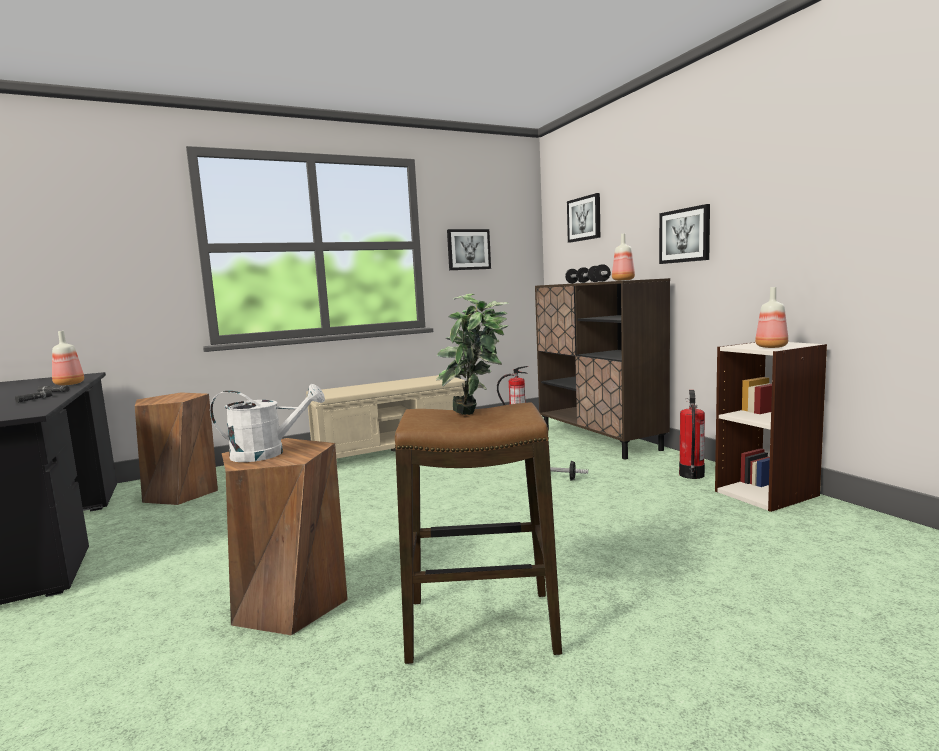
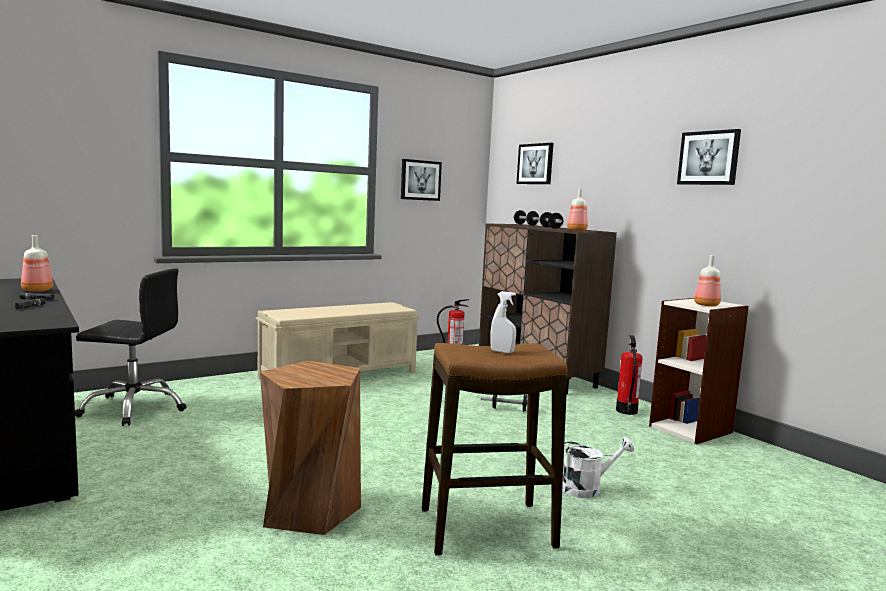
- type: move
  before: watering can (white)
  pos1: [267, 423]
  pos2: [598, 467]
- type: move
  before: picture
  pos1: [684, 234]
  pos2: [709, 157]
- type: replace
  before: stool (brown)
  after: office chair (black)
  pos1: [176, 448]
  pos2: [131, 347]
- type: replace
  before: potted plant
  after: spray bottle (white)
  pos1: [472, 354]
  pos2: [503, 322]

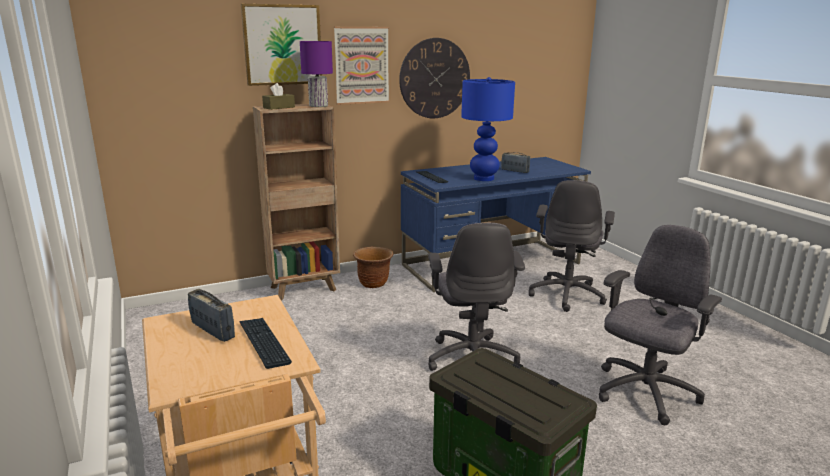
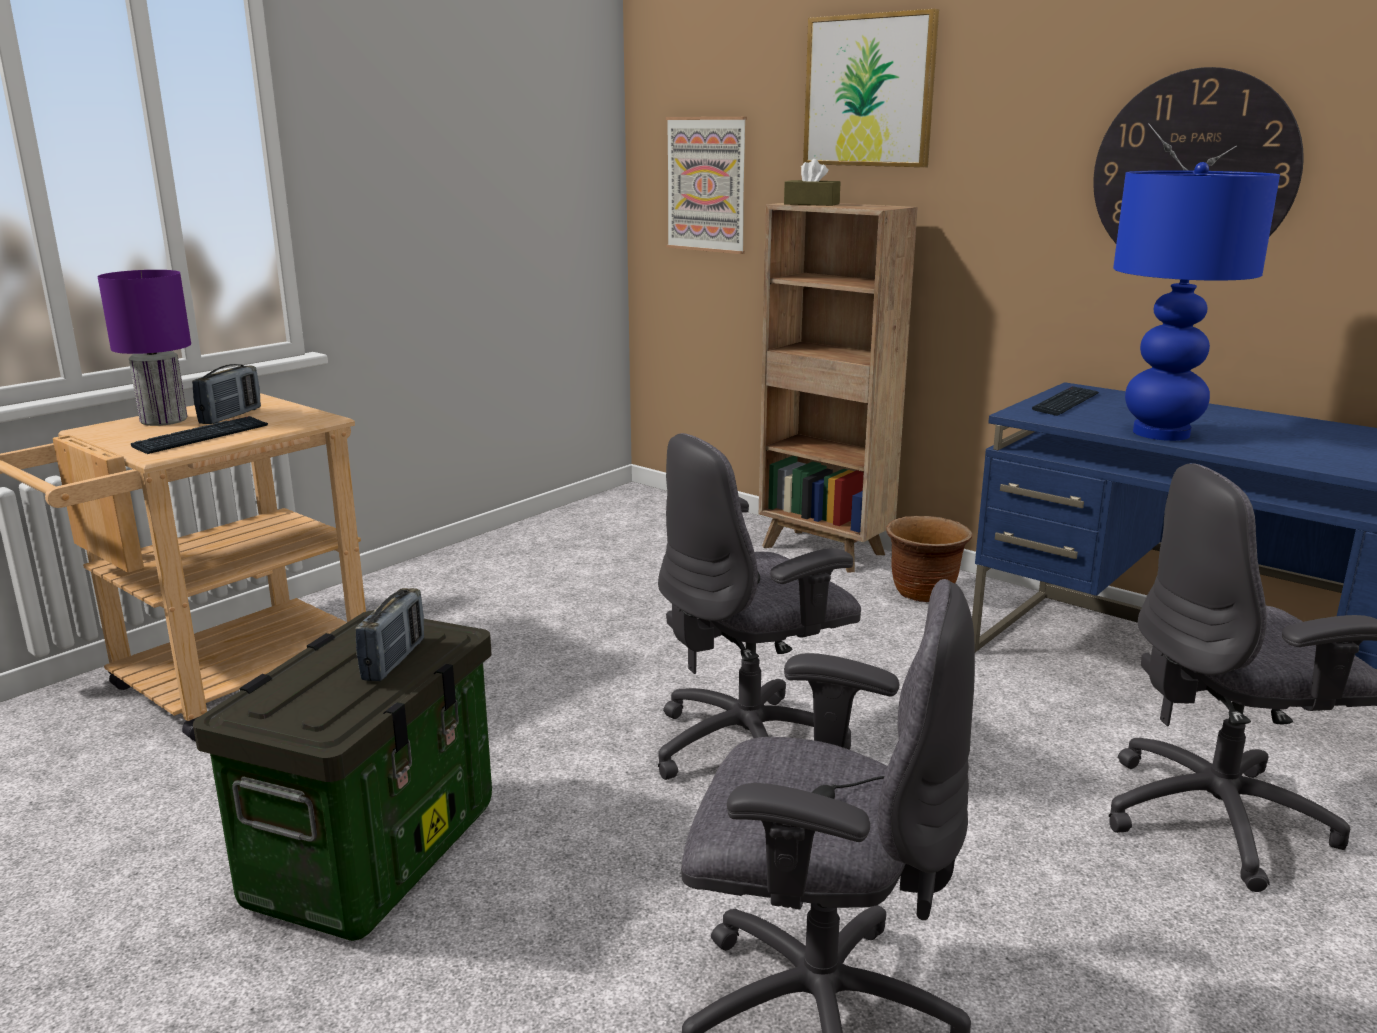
- type: move
  before: table lamp (purple)
  pos1: [316, 74]
  pos2: [144, 348]
- type: move
  before: picture
  pos1: [361, 66]
  pos2: [706, 185]
- type: move
  before: radio
  pos1: [516, 162]
  pos2: [389, 634]

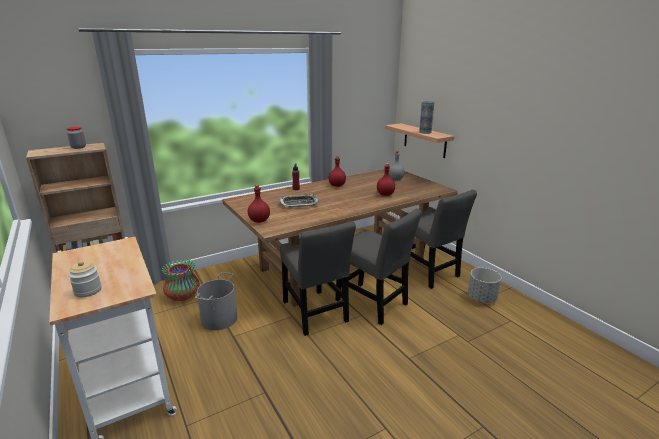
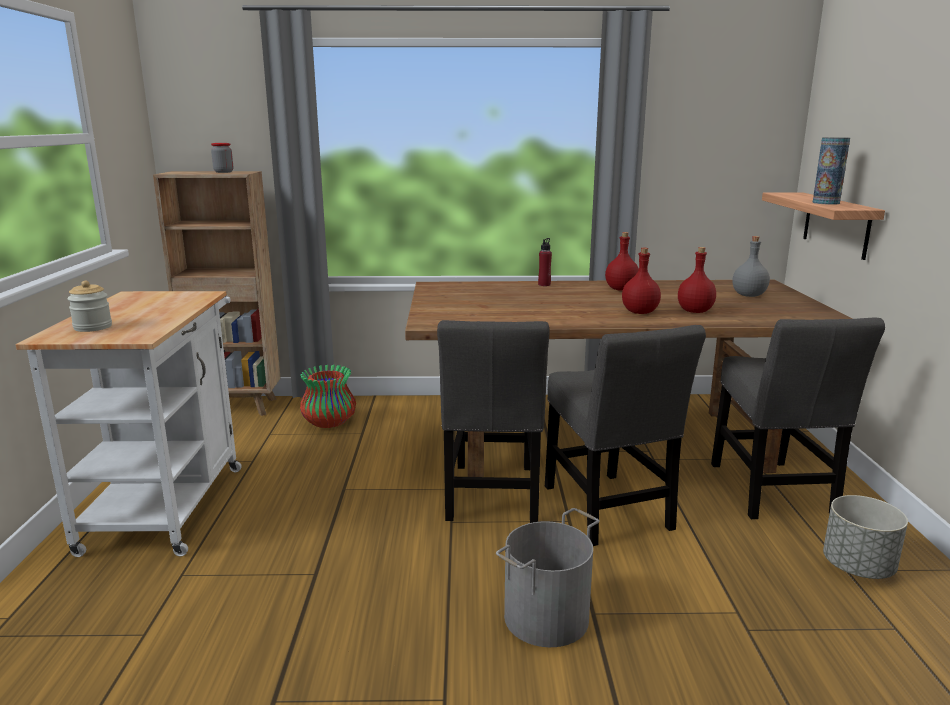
- type: delete
  before: tray
  pos1: [298, 200]
- type: move
  before: bucket (grey)
  pos1: [216, 301]
  pos2: [548, 577]
- type: move
  before: bottle (red)
  pos1: [259, 203]
  pos2: [641, 281]

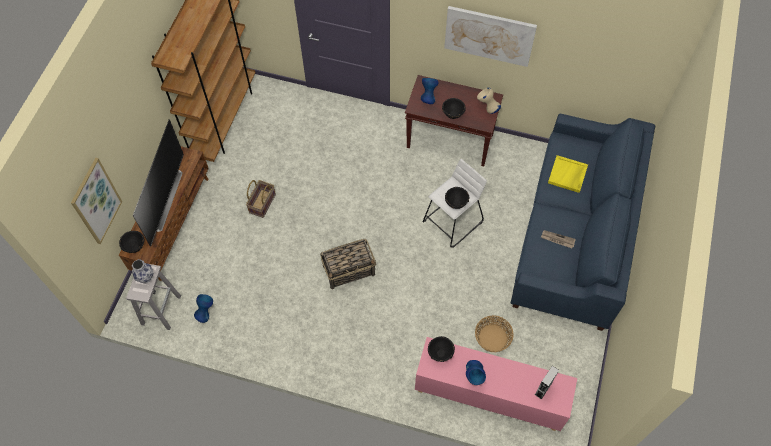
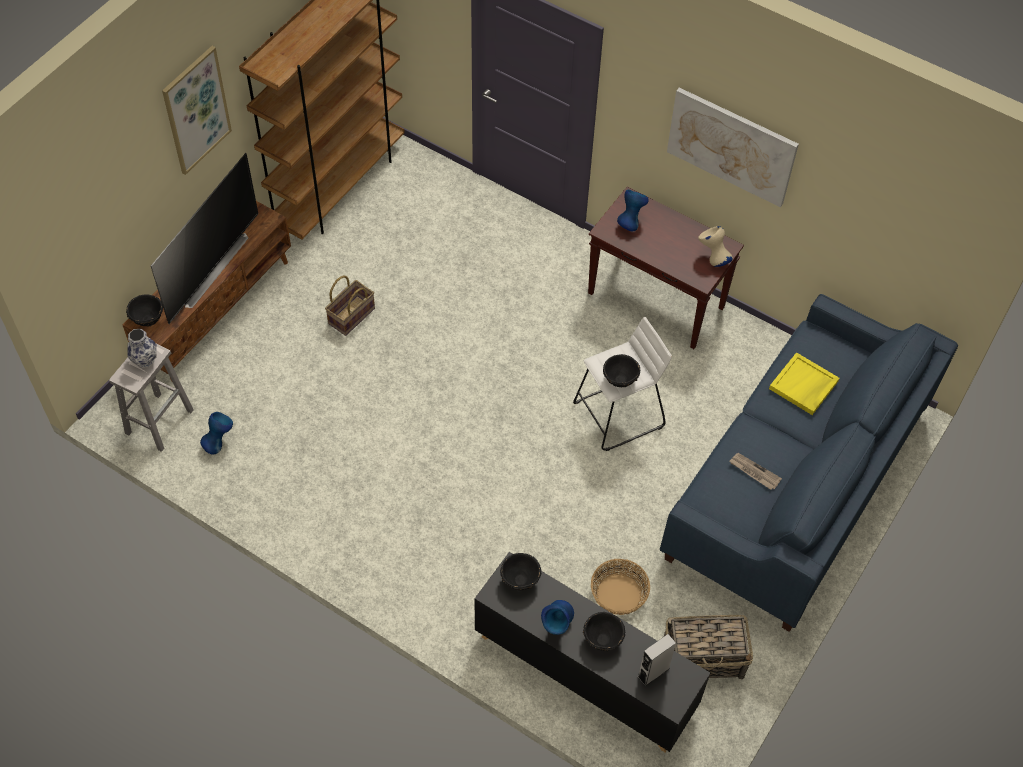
- type: move
  before: picture
  pos1: [96, 201]
  pos2: [197, 110]
- type: move
  before: basket
  pos1: [348, 264]
  pos2: [708, 647]
- type: move
  before: bowl (black)
  pos1: [454, 108]
  pos2: [604, 632]
- type: recolor
  before: cabinet (pink)
  after: cabinet (black)
  pos1: [496, 384]
  pos2: [592, 652]

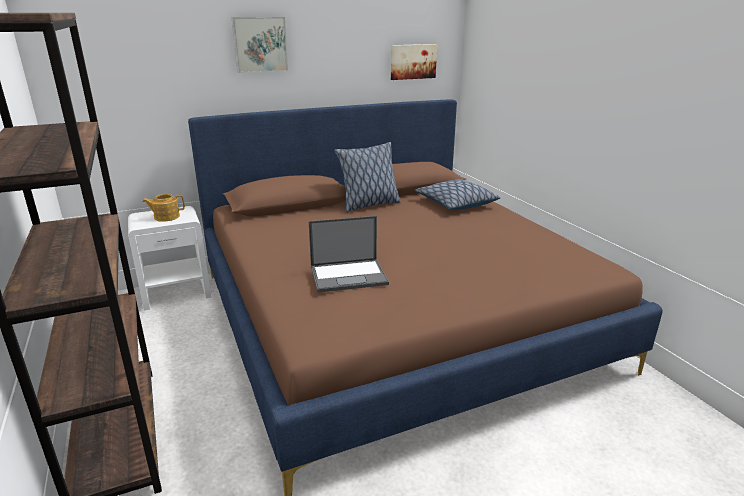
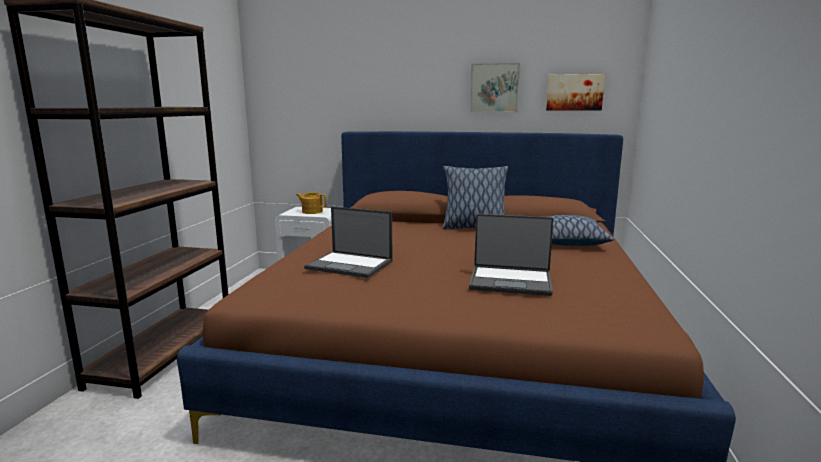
- type: insert
  after: laptop
  pos2: [511, 255]
- type: move
  before: picture
  pos1: [259, 45]
  pos2: [495, 88]

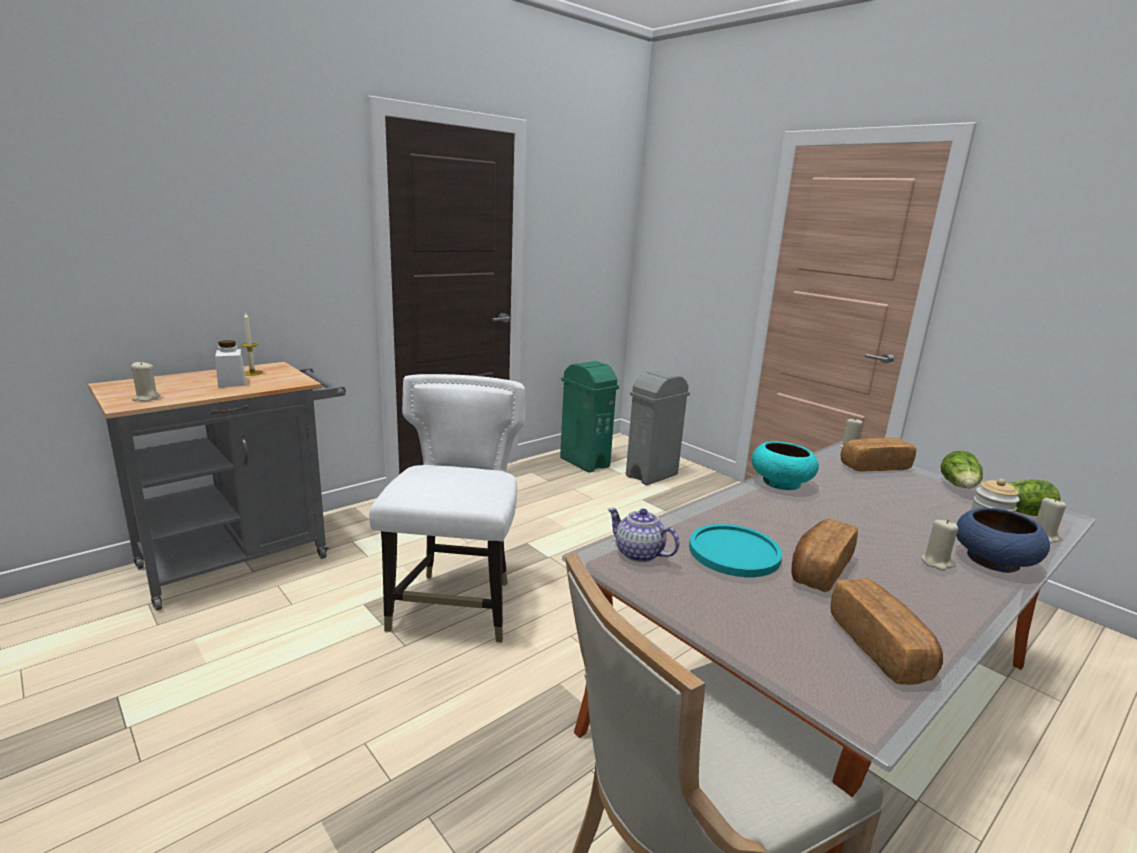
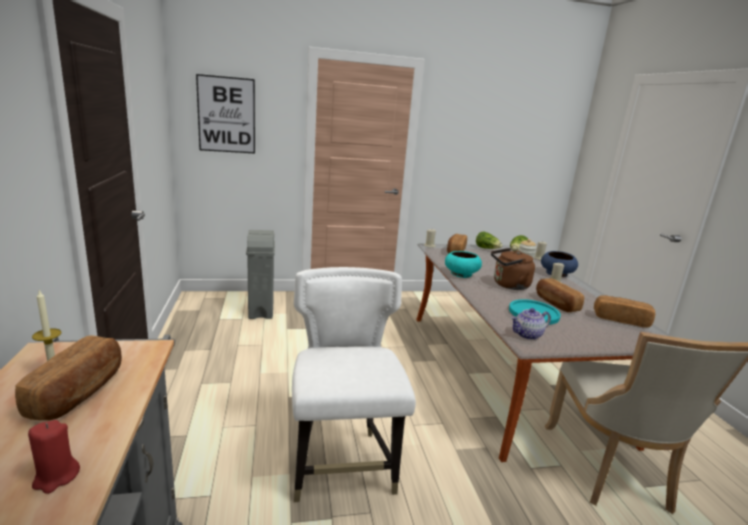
- type: delete
  before: trash can (green)
  pos1: [589, 417]
- type: insert
  after: picture
  pos2: [225, 114]
- type: insert
  after: kettle (brown)
  pos2: [513, 269]
- type: replace
  before: jar (white)
  after: bread
  pos1: [230, 363]
  pos2: [68, 378]
- type: recolor
  before: candle (beige)
  after: candle (red)
  pos1: [146, 381]
  pos2: [54, 457]
- type: rotate
  before: chair (white)
  pos1: [447, 508]
  pos2: [354, 384]
  turn: 45

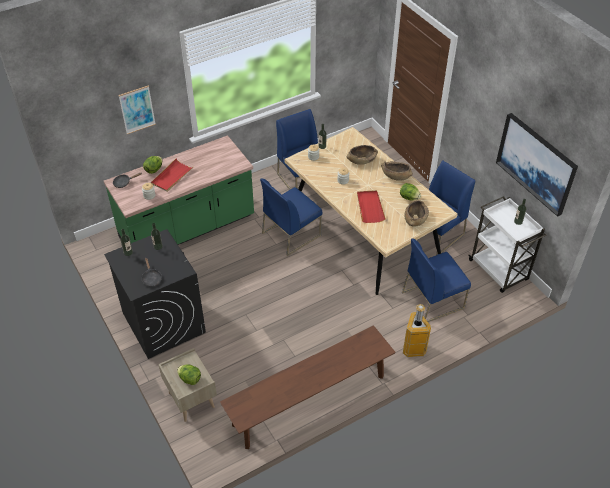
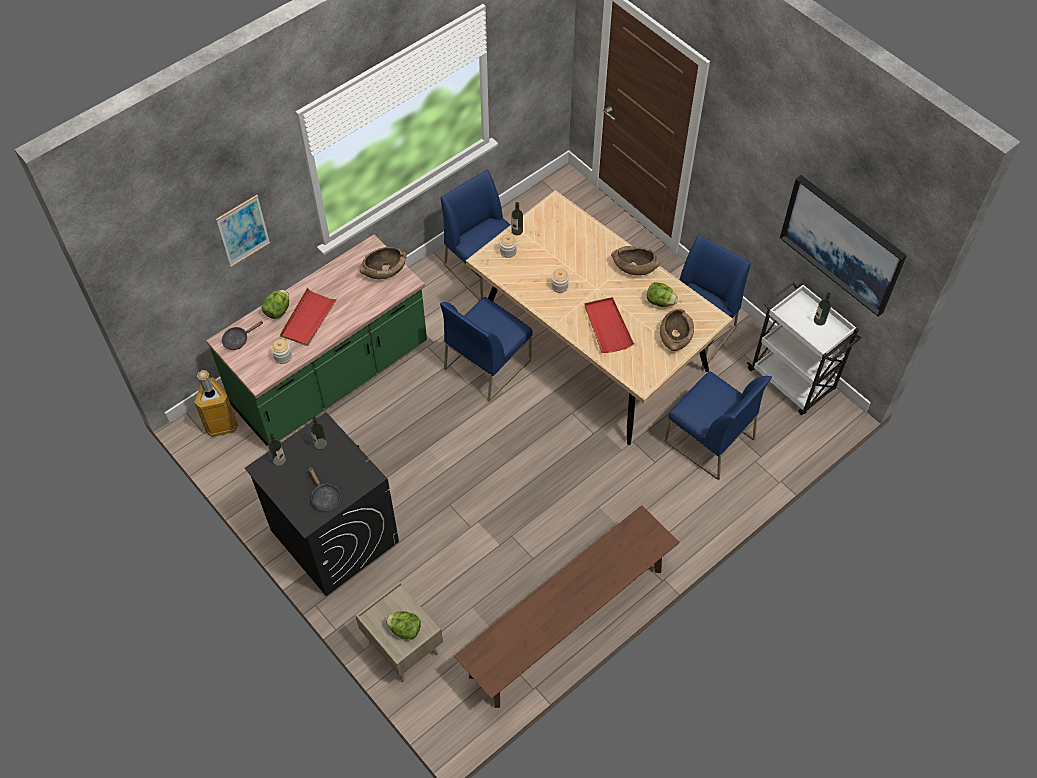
- type: move
  before: bowl (brown)
  pos1: [362, 155]
  pos2: [383, 263]
- type: move
  before: trash can
  pos1: [417, 330]
  pos2: [216, 403]
- type: rotate
  before: chair (blue)
  pos1: [436, 280]
  pos2: [718, 425]
  turn: -105

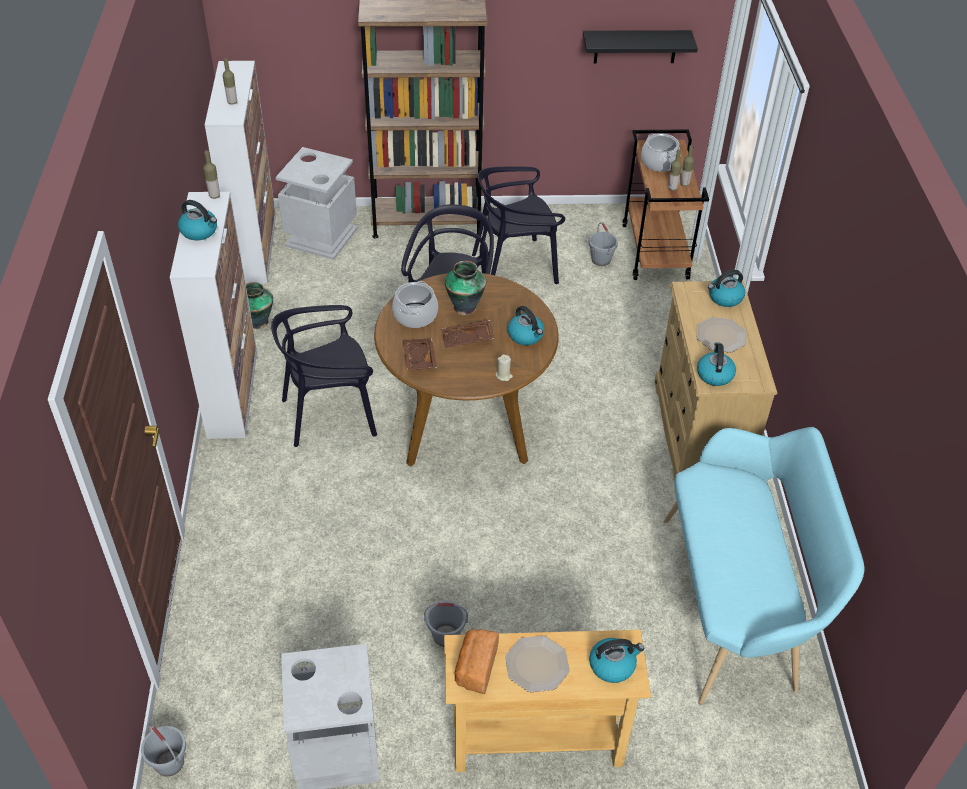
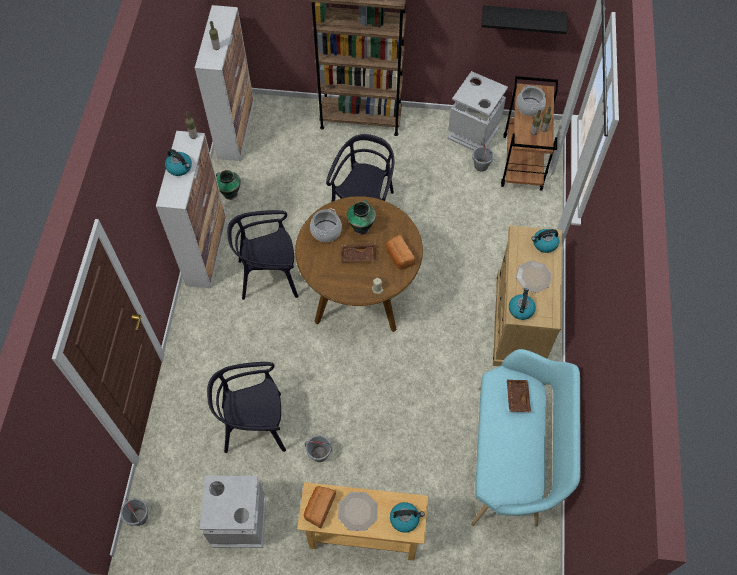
- type: move
  before: trash can (grey)
  pos1: [317, 203]
  pos2: [477, 111]
- type: move
  before: tray (brown)
  pos1: [420, 354]
  pos2: [519, 396]
- type: move
  before: chair (black)
  pos1: [518, 225]
  pos2: [246, 407]
- type: replace
  before: kettle
  after: bread
  pos1: [526, 325]
  pos2: [401, 252]

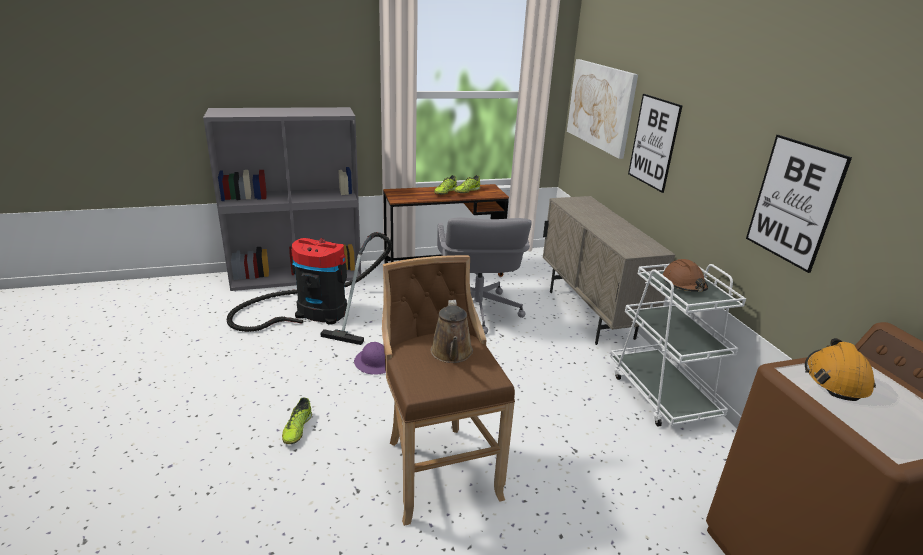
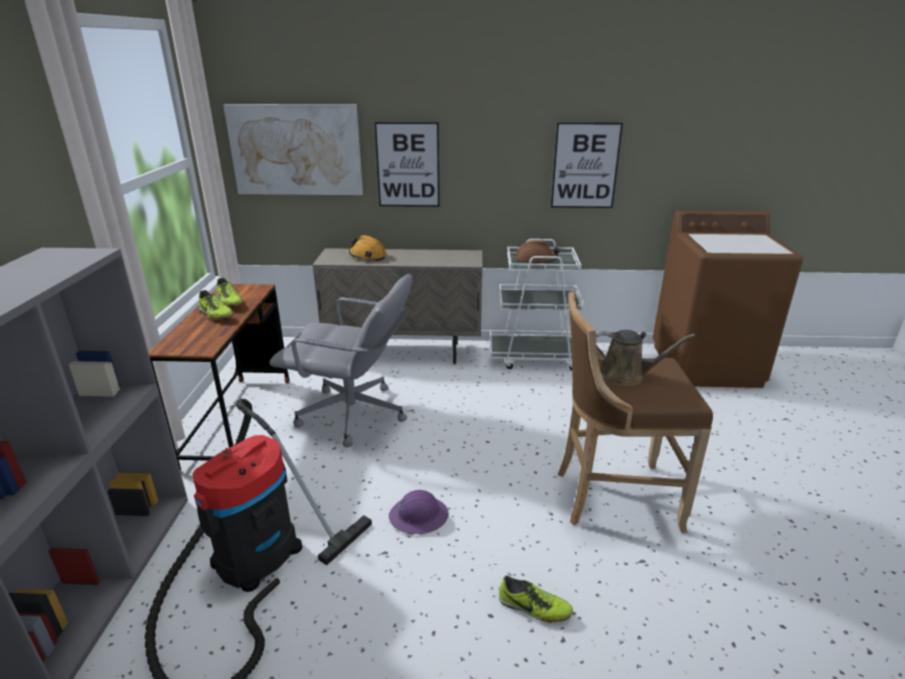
- type: move
  before: hard hat (orange)
  pos1: [840, 369]
  pos2: [367, 248]

